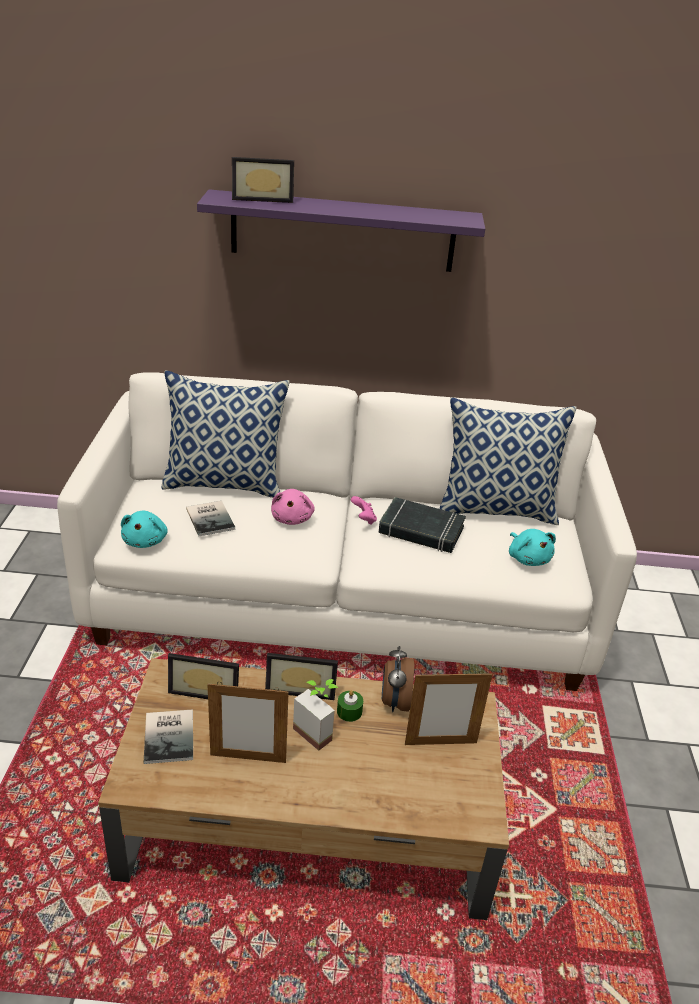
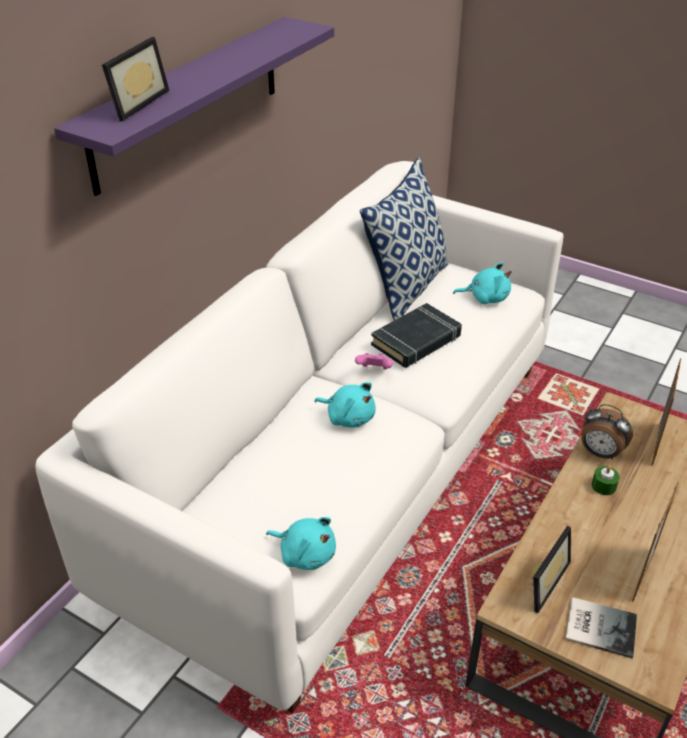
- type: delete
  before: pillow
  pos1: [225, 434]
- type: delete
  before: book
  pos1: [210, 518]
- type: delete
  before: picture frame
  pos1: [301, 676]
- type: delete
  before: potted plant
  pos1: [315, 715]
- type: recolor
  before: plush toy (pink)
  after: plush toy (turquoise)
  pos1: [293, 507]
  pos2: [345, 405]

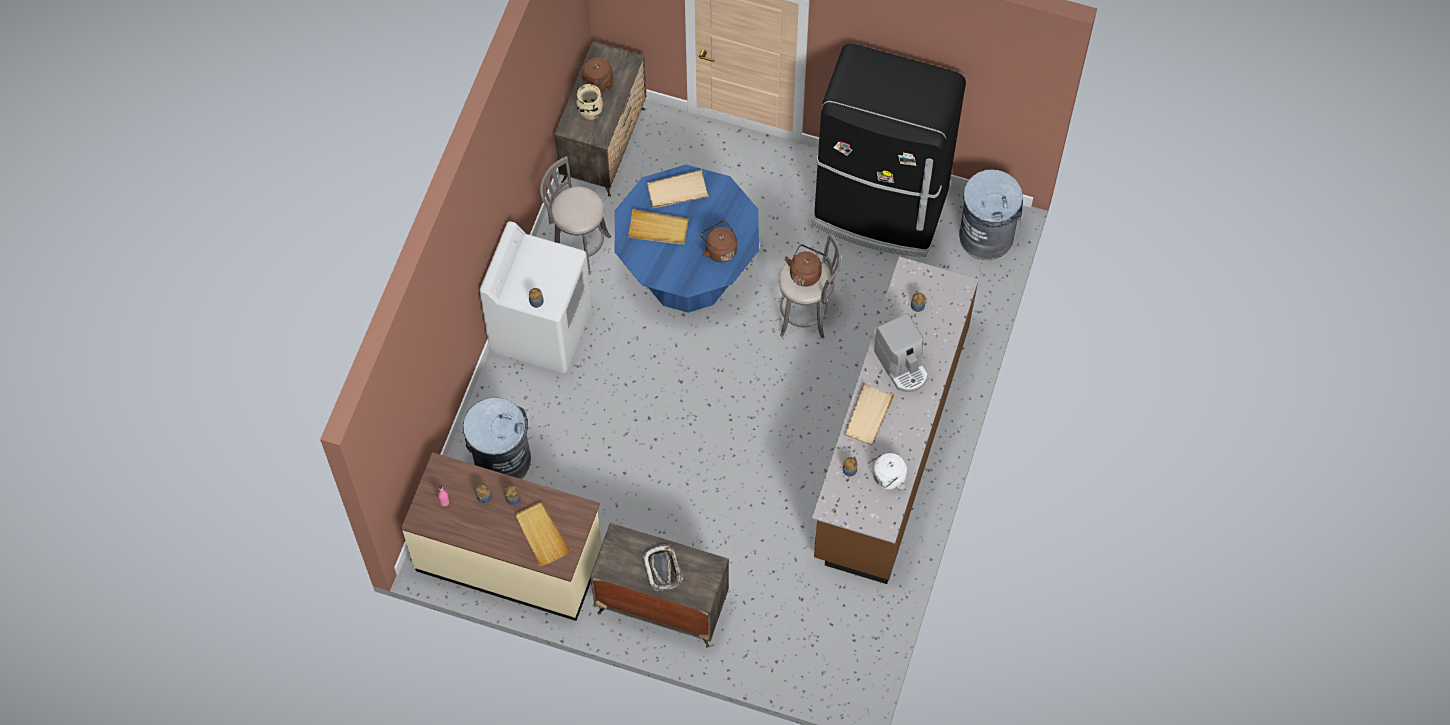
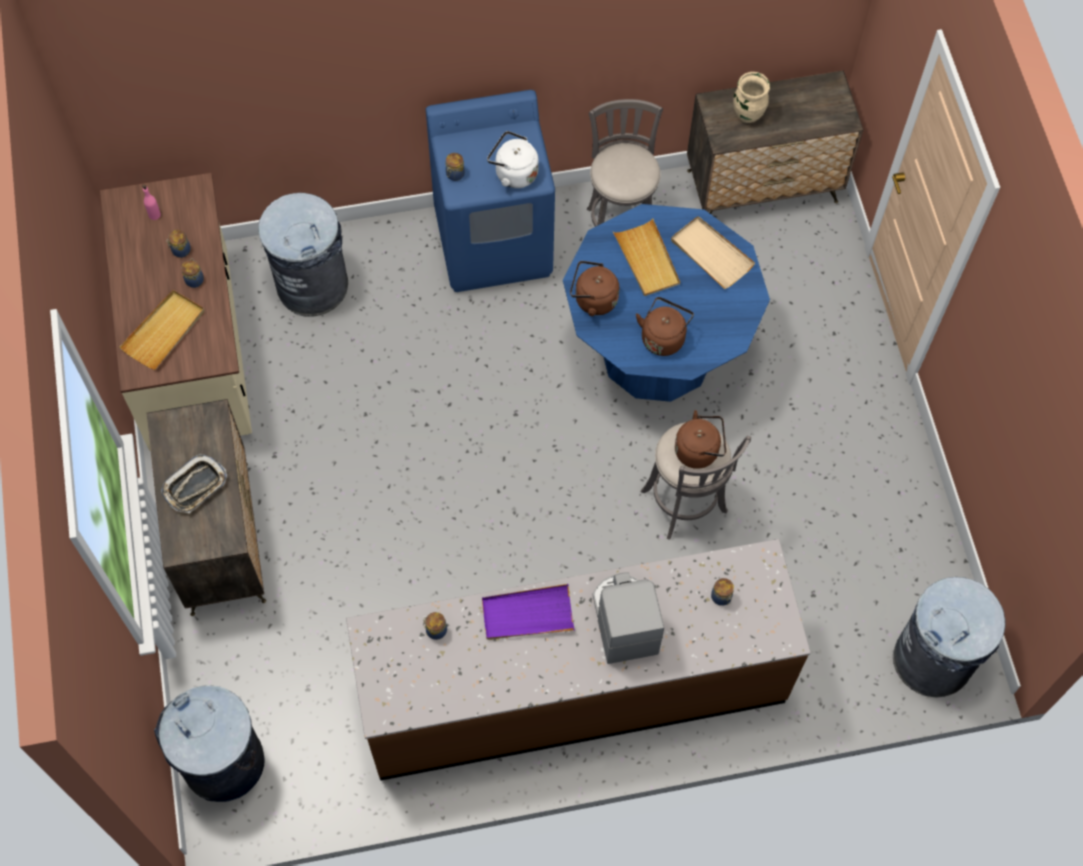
- type: delete
  before: fridge (black)
  pos1: [888, 150]
- type: insert
  after: trash can (grey)
  pos2: [209, 743]
- type: move
  before: kettle (brown)
  pos1: [595, 75]
  pos2: [594, 288]
- type: move
  before: kettle (white)
  pos1: [887, 471]
  pos2: [513, 159]
- type: recolor
  before: washing machine (white)
  after: washing machine (blue)
  pos1: [535, 297]
  pos2: [490, 191]
- type: recolor
  before: tray (beige)
  after: tray (purple)
  pos1: [870, 414]
  pos2: [528, 612]
- type: rotate
  before: coffee machine
  pos1: [901, 352]
  pos2: [628, 618]
  turn: 135

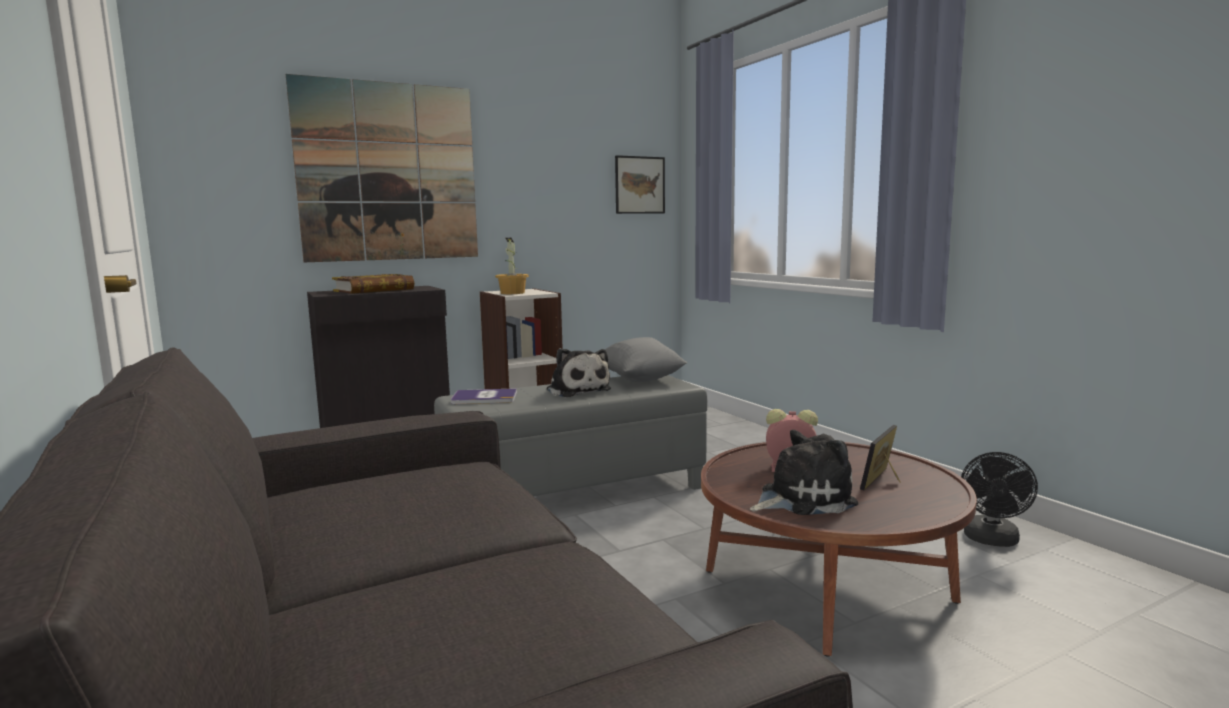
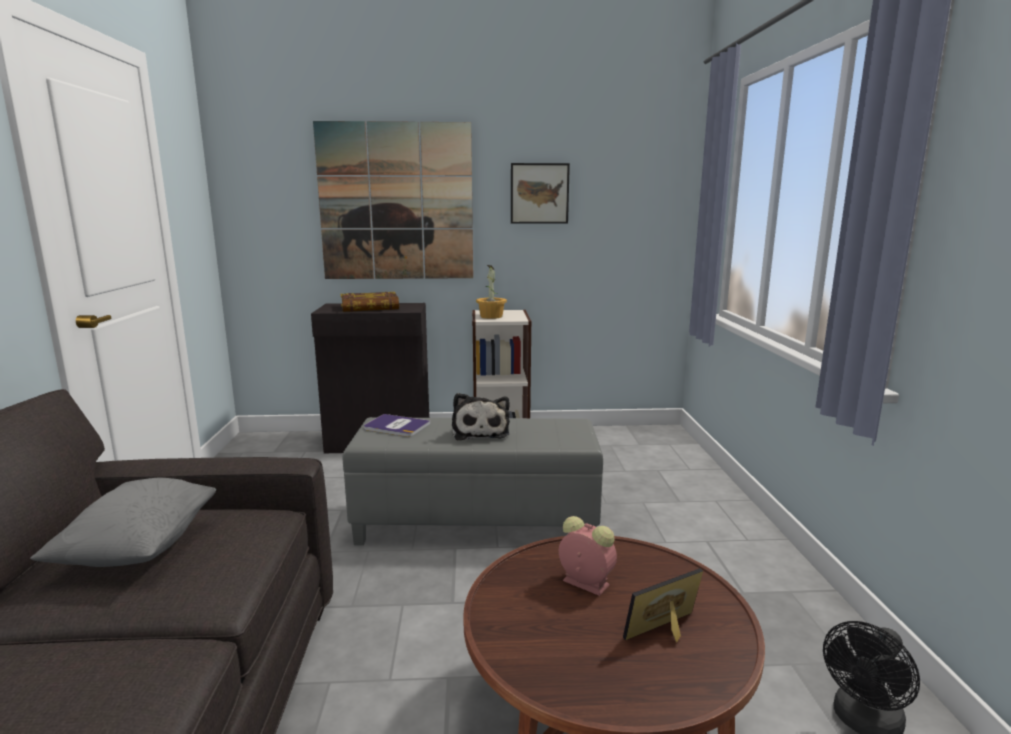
- type: delete
  before: plush toy
  pos1: [804, 472]
- type: move
  before: pillow (grey)
  pos1: [646, 359]
  pos2: [123, 522]
- type: move
  before: picture
  pos1: [640, 184]
  pos2: [540, 193]

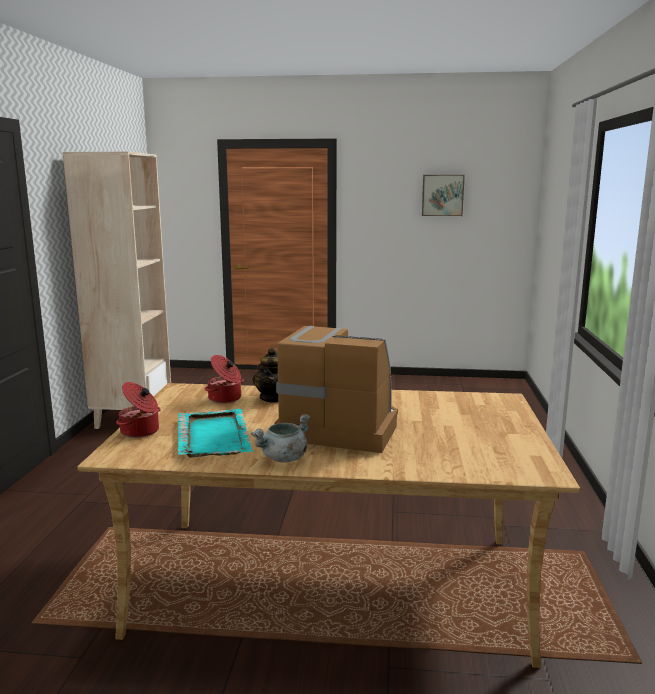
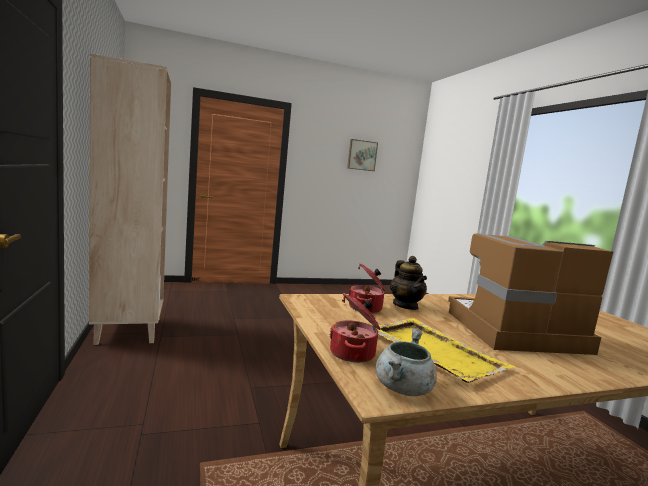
- type: move
  before: cooking pot (grey)
  pos1: [281, 438]
  pos2: [406, 362]
- type: recolor
  before: tray (turquoise)
  after: tray (yellow)
  pos1: [216, 433]
  pos2: [445, 350]

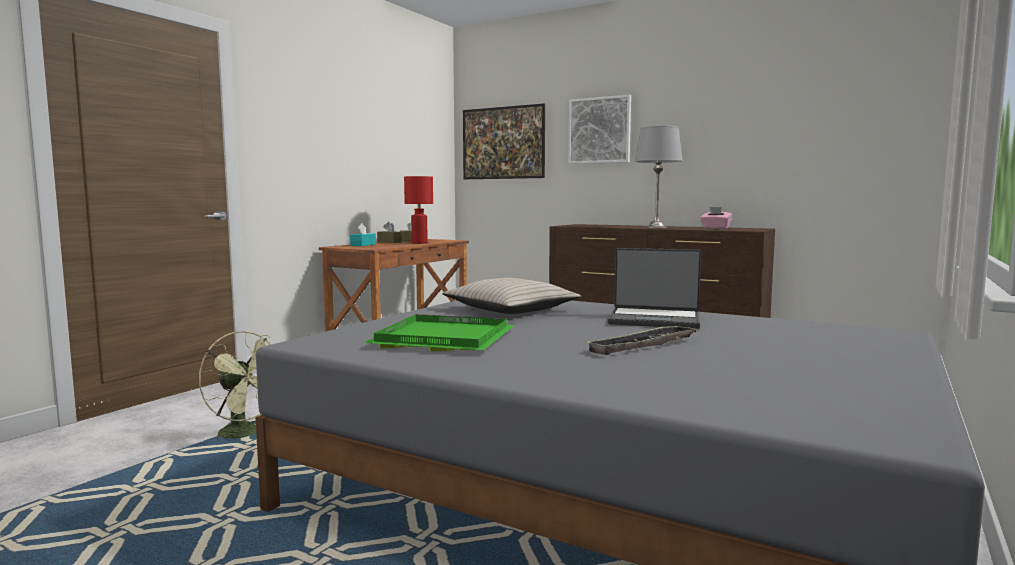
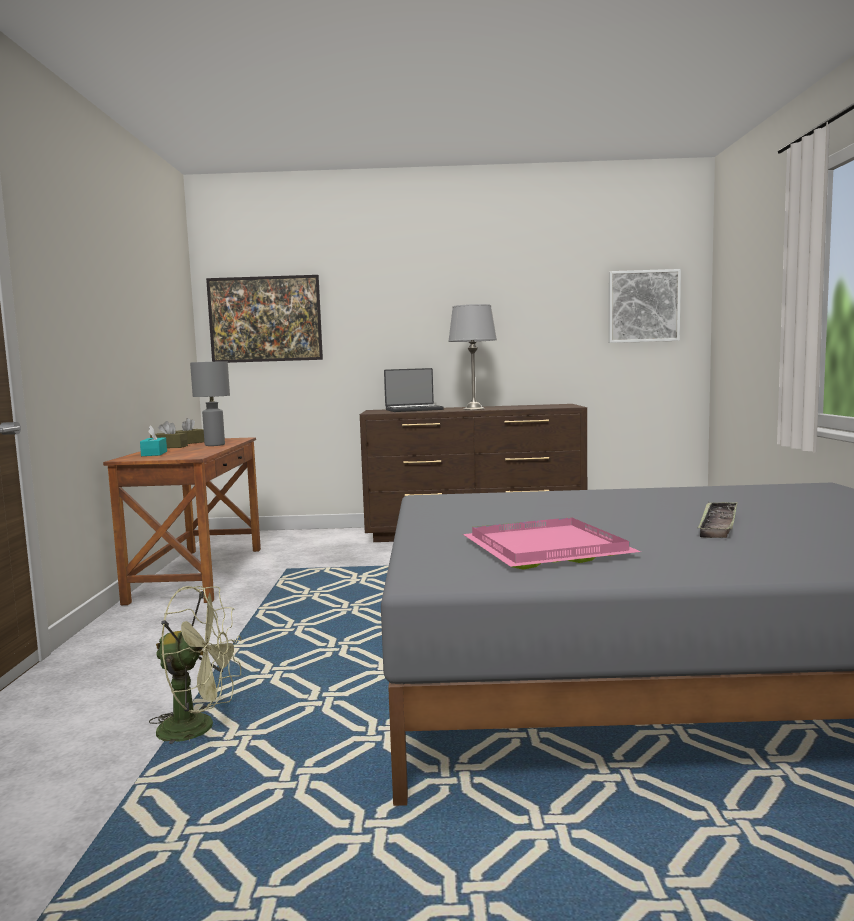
- type: delete
  before: pillow (beige)
  pos1: [511, 296]
- type: delete
  before: tissue box (pink)
  pos1: [716, 218]
- type: move
  before: picture
  pos1: [599, 129]
  pos2: [644, 306]
- type: move
  before: laptop
  pos1: [654, 288]
  pos2: [414, 390]
- type: recolor
  before: tray (green)
  after: tray (pink)
  pos1: [439, 332]
  pos2: [552, 543]
- type: recolor
  before: table lamp (red)
  after: table lamp (grey)
  pos1: [418, 210]
  pos2: [210, 403]

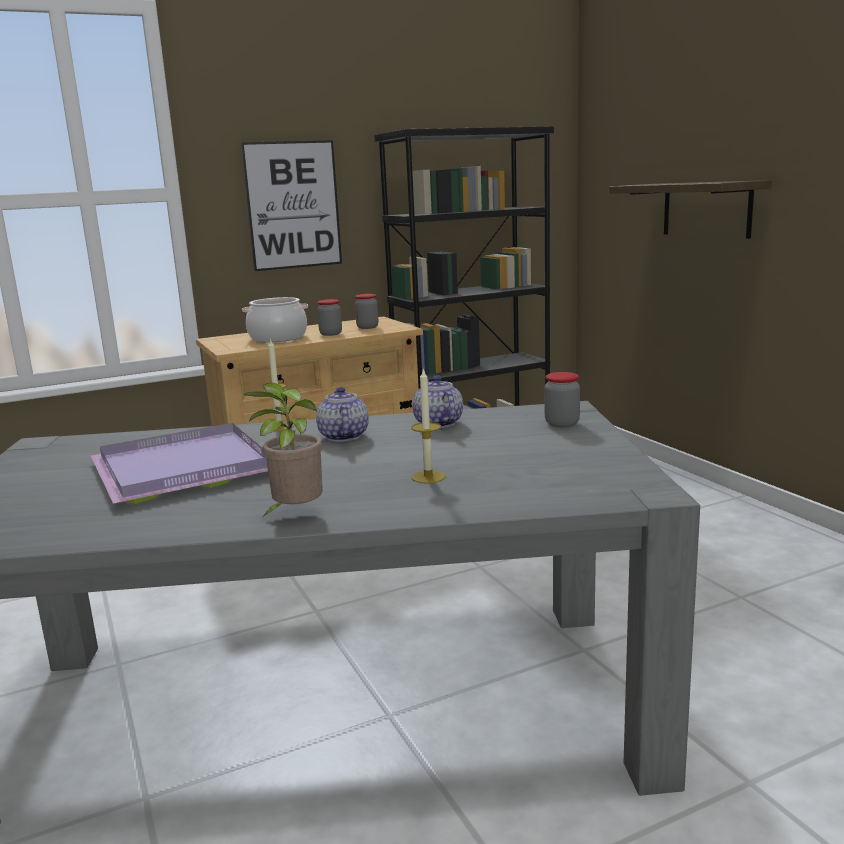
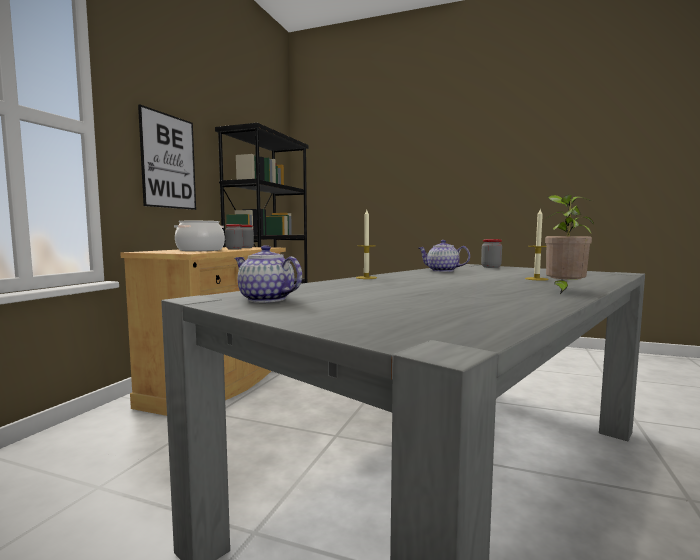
- type: delete
  before: tray (purple)
  pos1: [179, 463]
- type: delete
  before: shelf
  pos1: [690, 209]
- type: move
  before: teapot
  pos1: [342, 414]
  pos2: [268, 274]

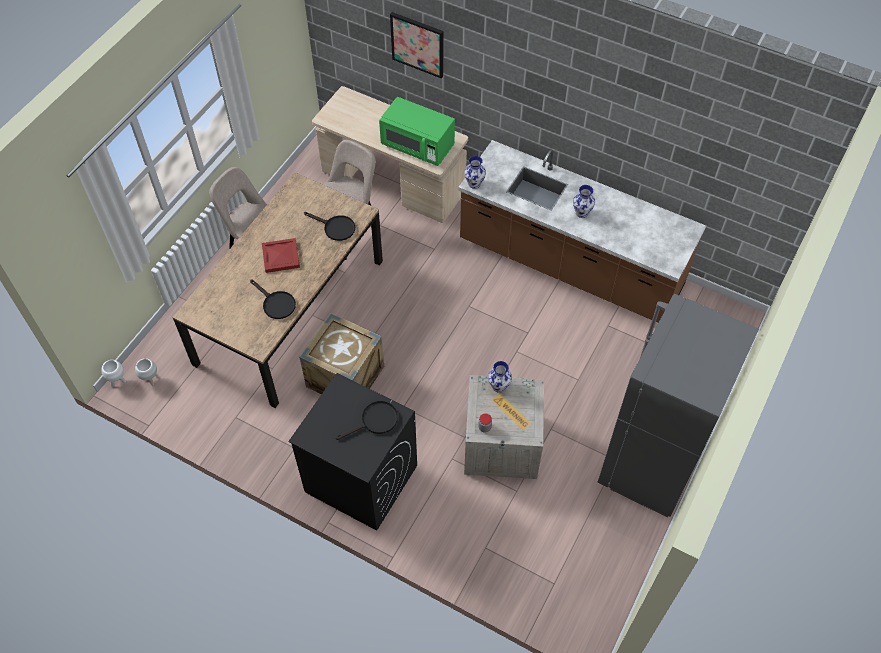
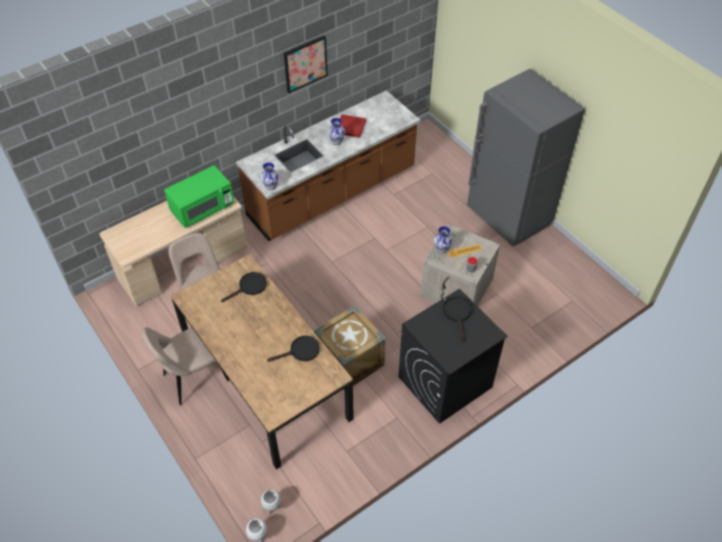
- type: move
  before: tray (red)
  pos1: [281, 255]
  pos2: [353, 126]
- type: move
  before: picture
  pos1: [416, 45]
  pos2: [306, 64]

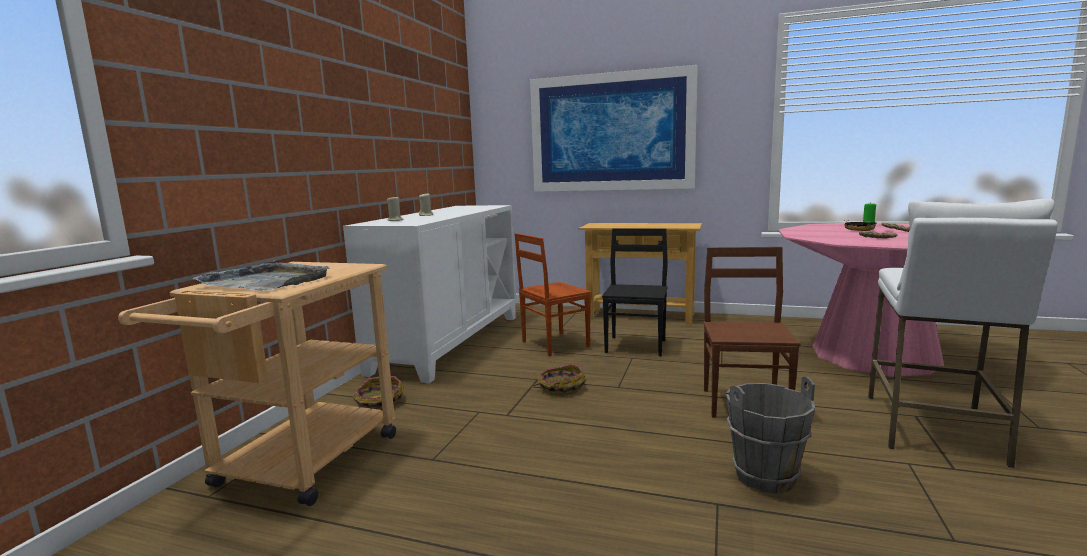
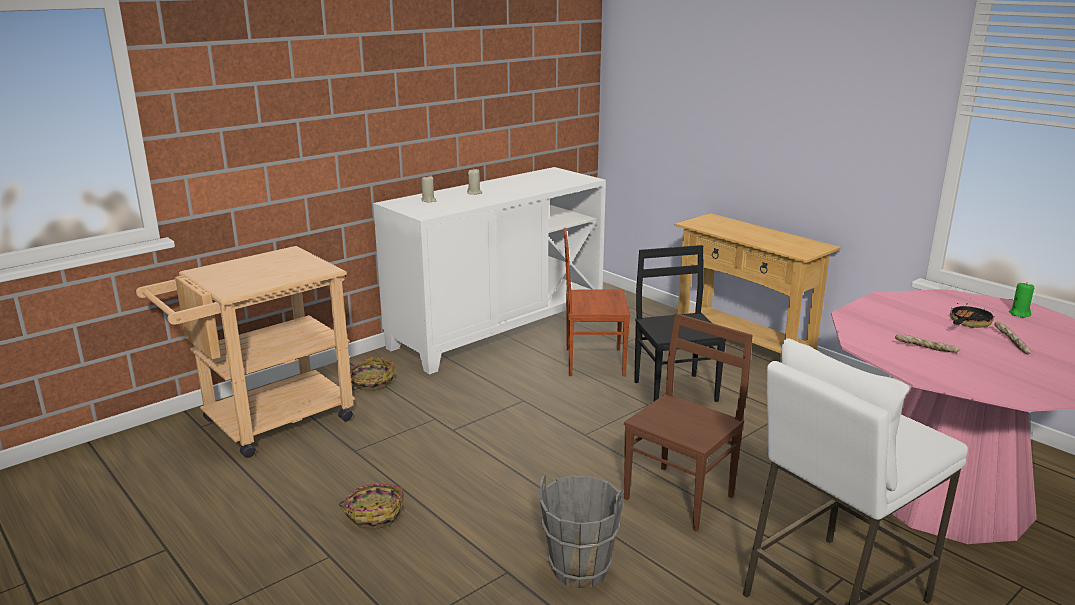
- type: delete
  before: tray (grey)
  pos1: [261, 275]
- type: delete
  before: picture
  pos1: [614, 128]
- type: move
  before: basket
  pos1: [559, 380]
  pos2: [371, 506]
- type: rotate
  before: chair (black)
  pos1: [635, 292]
  pos2: [680, 323]
  turn: -60

